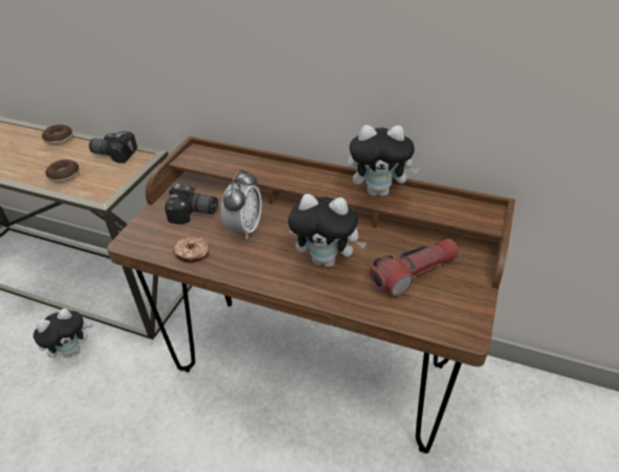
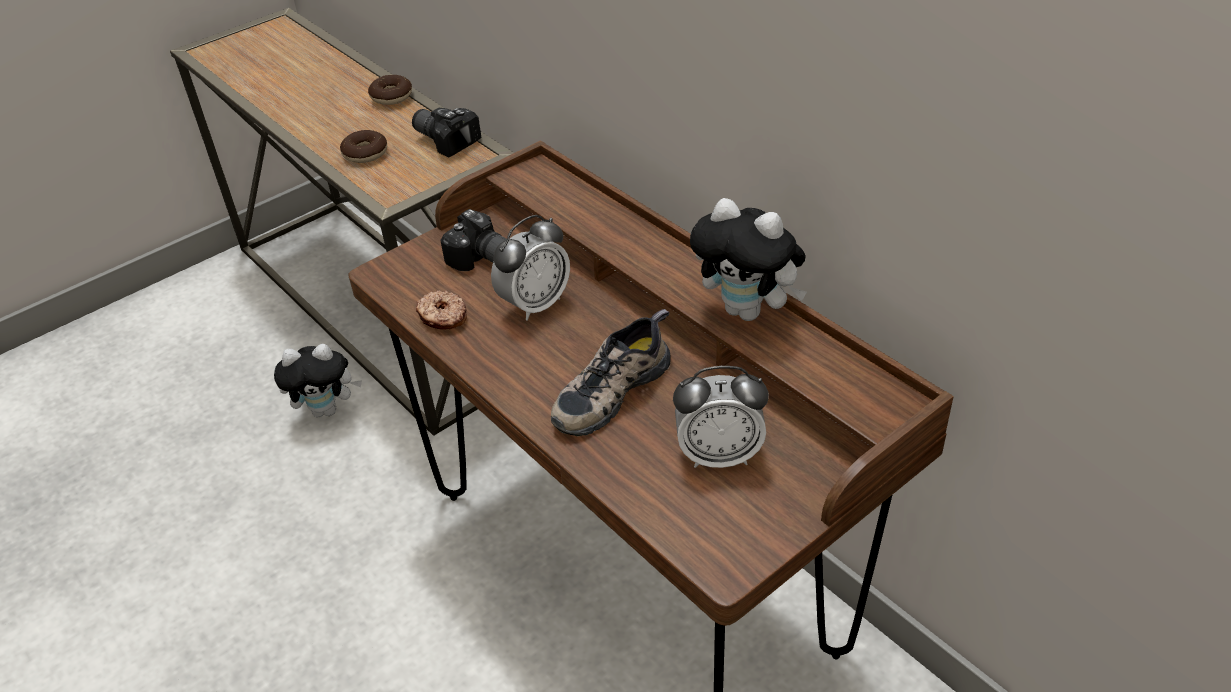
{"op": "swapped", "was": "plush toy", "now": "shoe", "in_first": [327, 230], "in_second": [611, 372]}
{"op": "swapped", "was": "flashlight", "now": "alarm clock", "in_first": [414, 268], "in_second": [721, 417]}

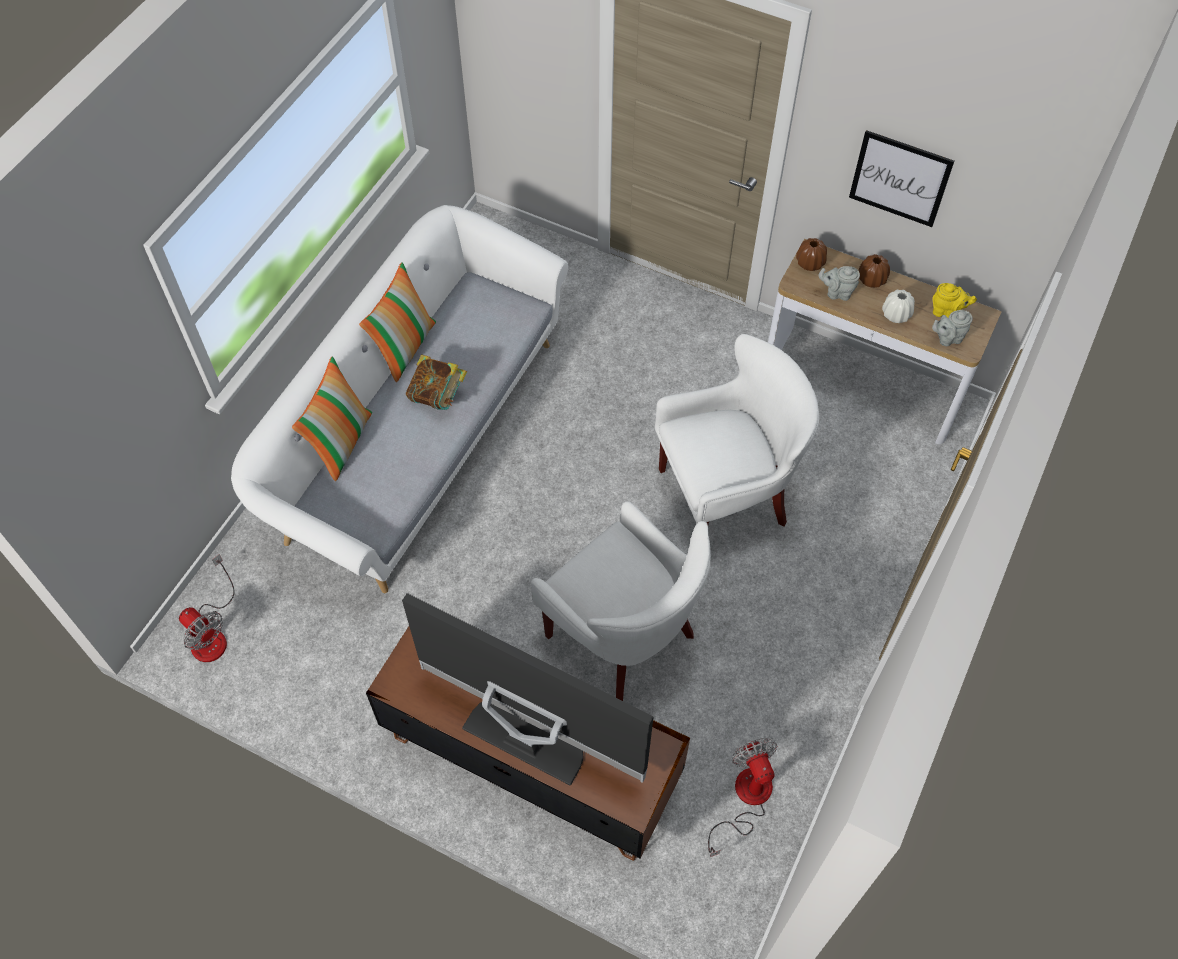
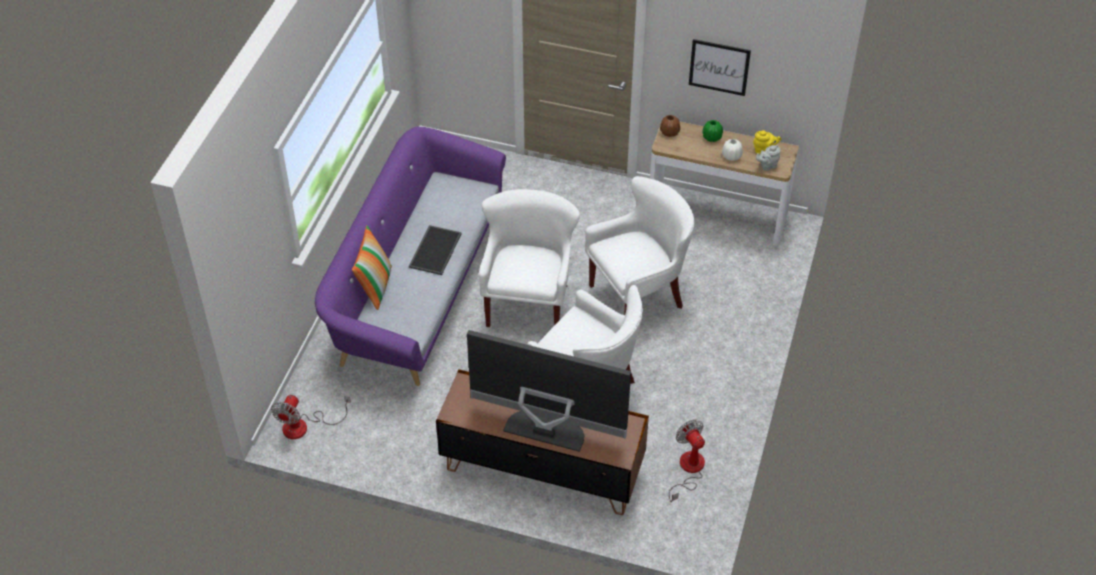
{"op": "repainted", "was": "white sofa", "now": "purple sofa", "in_first": [399, 399], "in_second": [410, 256]}
{"op": "repainted", "was": "brown vase", "now": "green vase", "in_first": [874, 271], "in_second": [712, 131]}
{"op": "gone", "was": "pillow", "in_first": [397, 322]}
{"op": "gone", "was": "grey teapot", "in_first": [839, 283]}
{"op": "swapped", "was": "book", "now": "tray", "in_first": [436, 382], "in_second": [435, 250]}
{"op": "rotated", "was": "fan", "in_first": [207, 608], "in_second": [311, 417], "clockwise": 75}
{"op": "new", "now": "white armchair", "in_second": [529, 258]}

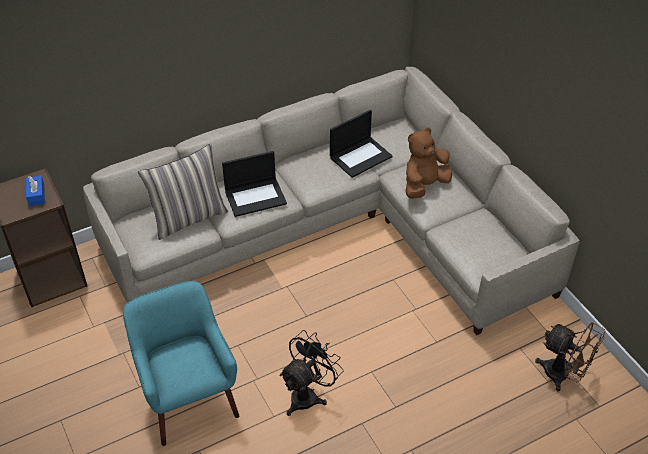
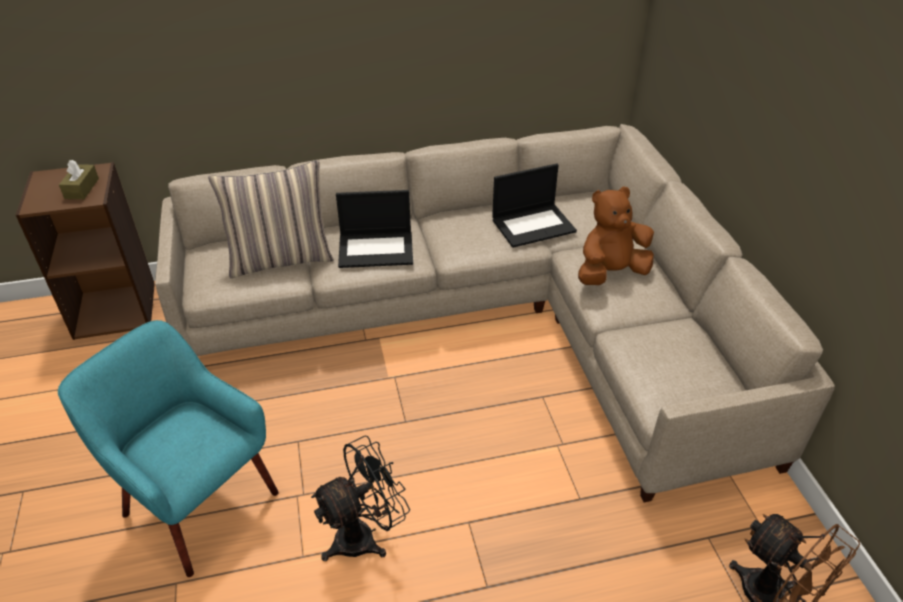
{"op": "repainted", "was": "blue tissue box", "now": "brown tissue box", "in_first": [35, 191], "in_second": [79, 179]}
{"op": "rotated", "was": "turquoise armchair", "in_first": [181, 363], "in_second": [168, 448], "clockwise": -45}

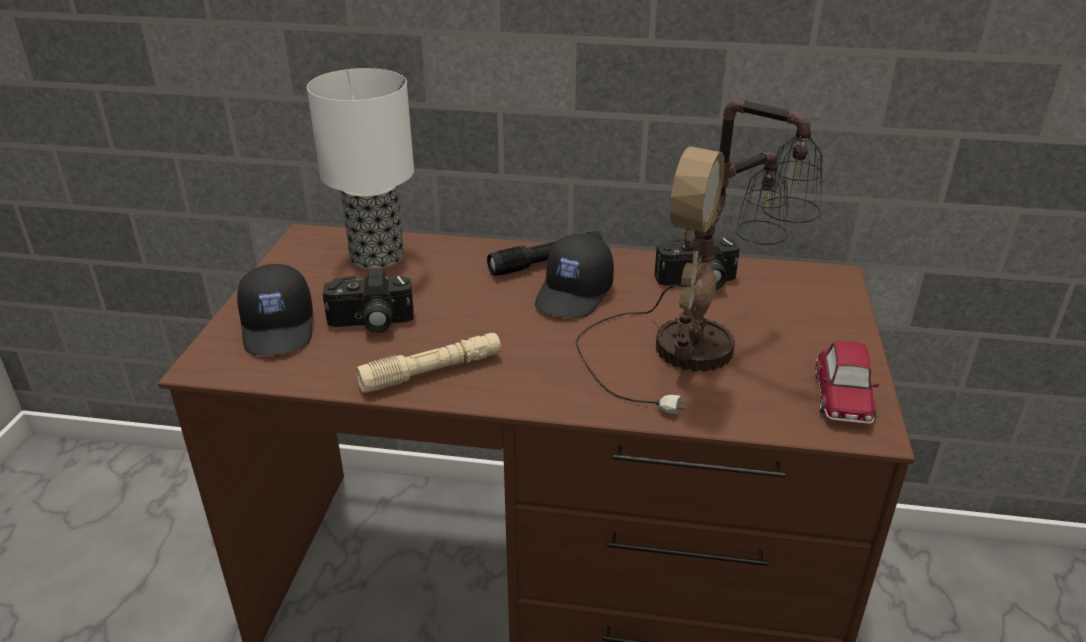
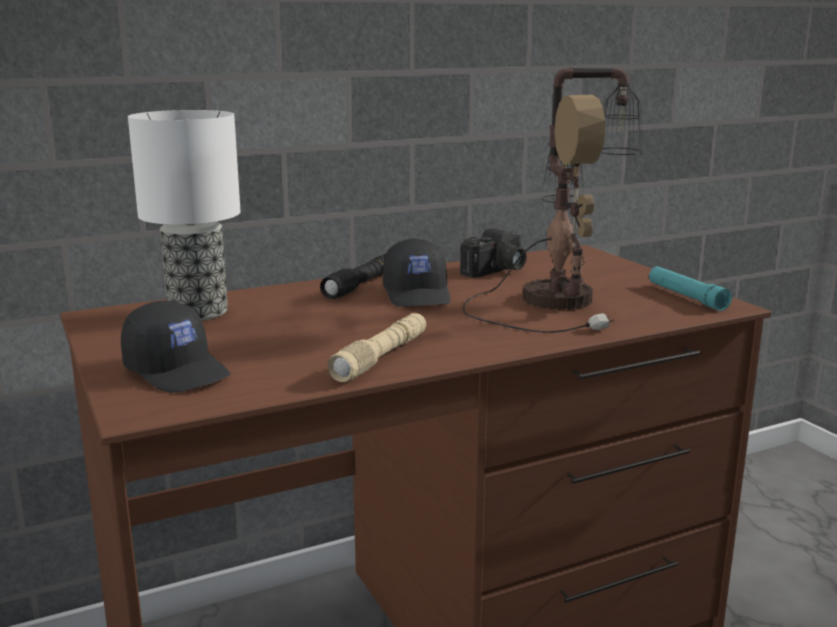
{"op": "gone", "was": "photo camera", "in_first": [368, 301]}
{"op": "swapped", "was": "toy car", "now": "turquoise flashlight", "in_first": [847, 382], "in_second": [690, 288]}

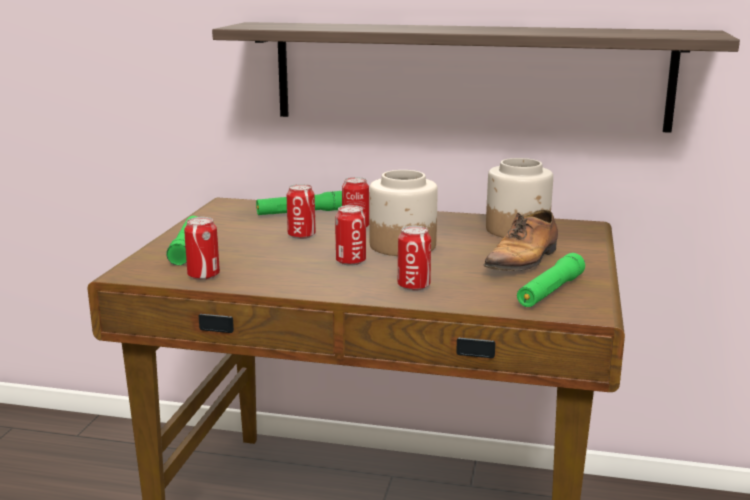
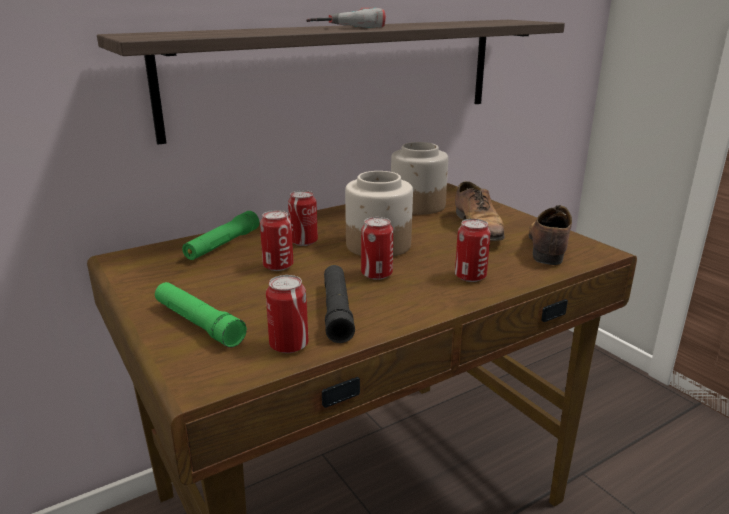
{"op": "swapped", "was": "green flashlight", "now": "shoe", "in_first": [551, 280], "in_second": [550, 235]}
{"op": "new", "now": "power drill", "in_second": [346, 18]}
{"op": "new", "now": "black flashlight", "in_second": [339, 304]}

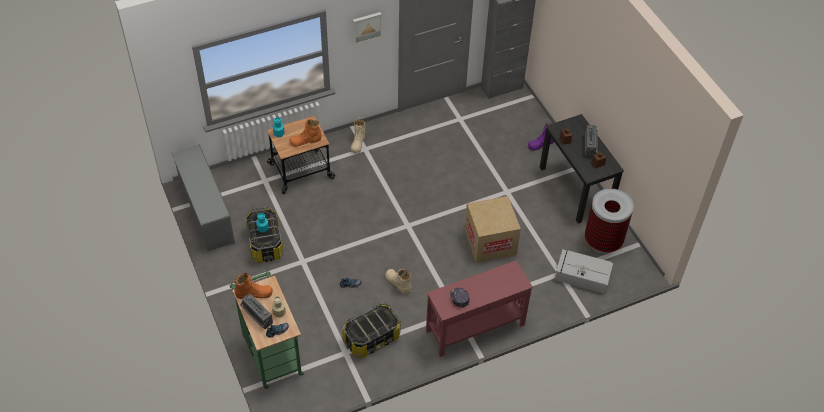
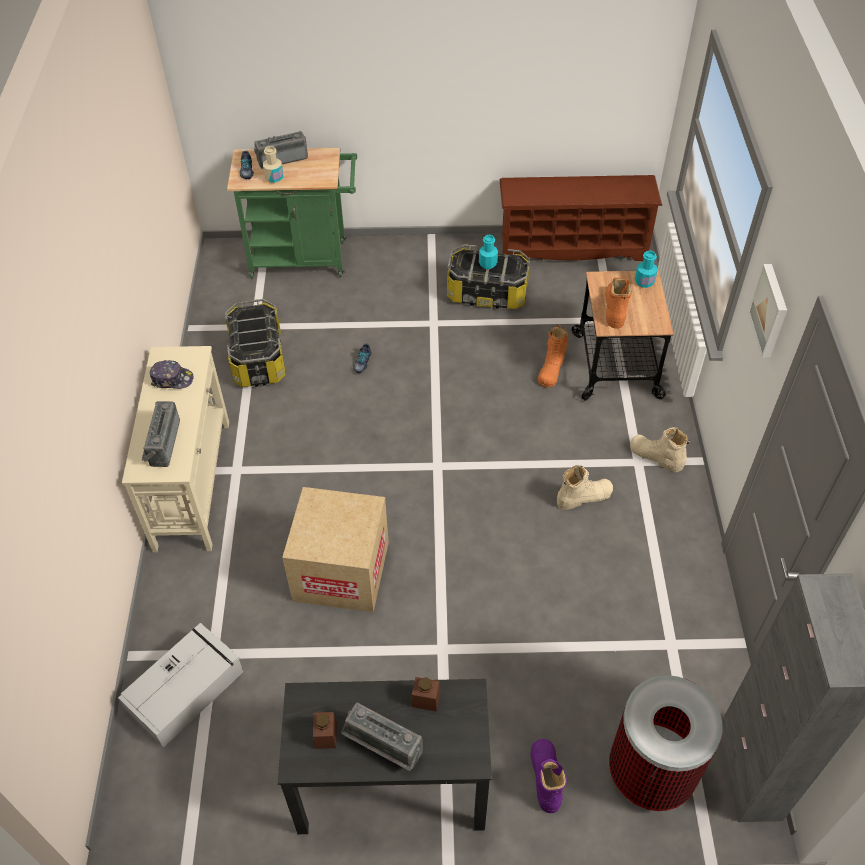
{"op": "repainted", "was": "grey shoe rack", "now": "brown shoe rack", "in_first": [203, 198], "in_second": [580, 218]}
{"op": "shifted", "was": "trash can", "in_first": [609, 221], "in_second": [666, 743]}
{"op": "repainted", "was": "red console table", "now": "beige console table", "in_first": [479, 309], "in_second": [175, 449]}
{"op": "shifted", "was": "beige boot", "in_first": [398, 282], "in_second": [585, 487]}
{"op": "shifted", "was": "orange boot", "in_first": [253, 286], "in_second": [553, 356]}
{"op": "new", "now": "radio", "in_second": [161, 434]}

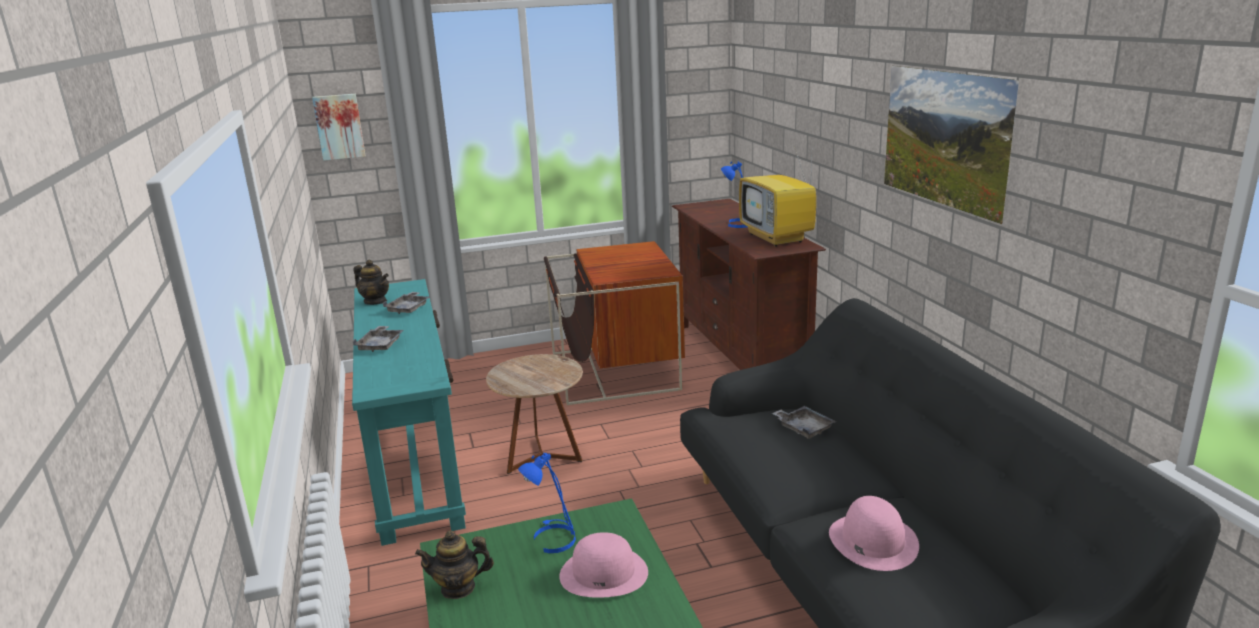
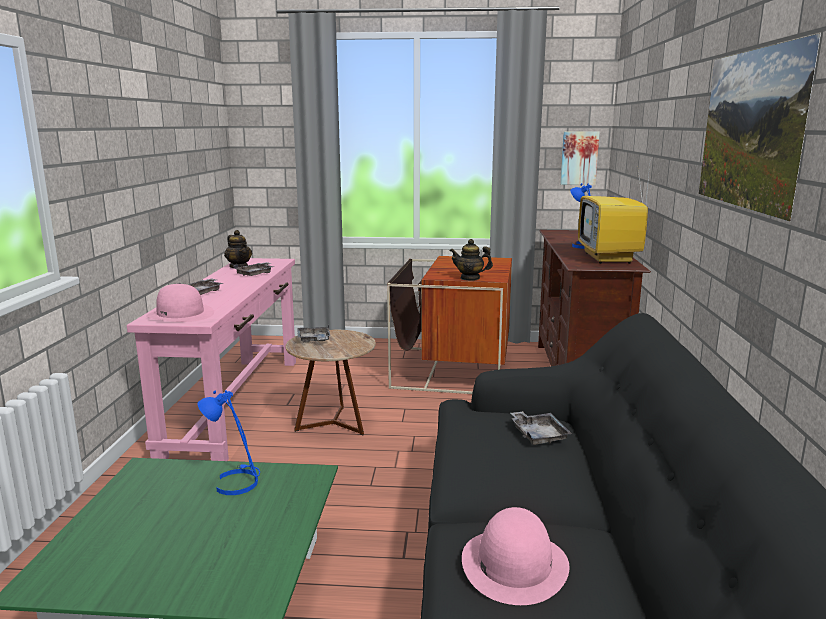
{"op": "shifted", "was": "picture", "in_first": [339, 127], "in_second": [580, 158]}
{"op": "repainted", "was": "turquoise console table", "now": "pink console table", "in_first": [409, 412], "in_second": [211, 359]}
{"op": "shifted", "was": "teapot", "in_first": [454, 564], "in_second": [471, 260]}
{"op": "shifted", "was": "pink hat", "in_first": [603, 565], "in_second": [180, 303]}
{"op": "new", "now": "grey tray", "in_second": [314, 333]}

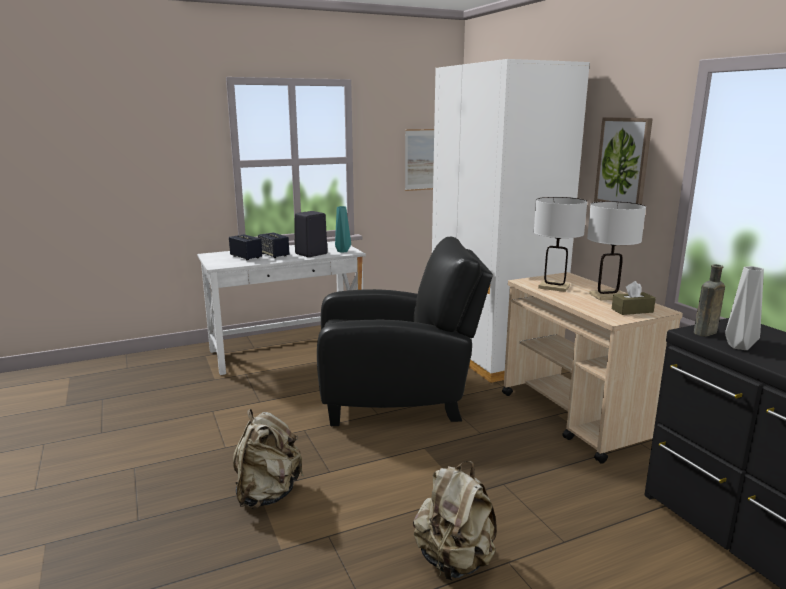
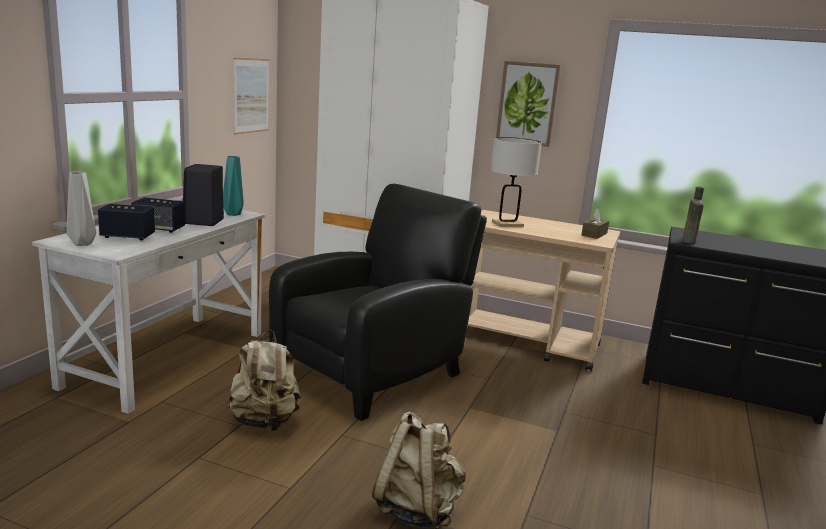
{"op": "gone", "was": "white table lamp", "in_first": [616, 250]}
{"op": "shifted", "was": "grey vase", "in_first": [744, 308], "in_second": [81, 208]}
{"op": "shifted", "was": "beige backpack", "in_first": [455, 521], "in_second": [263, 380]}

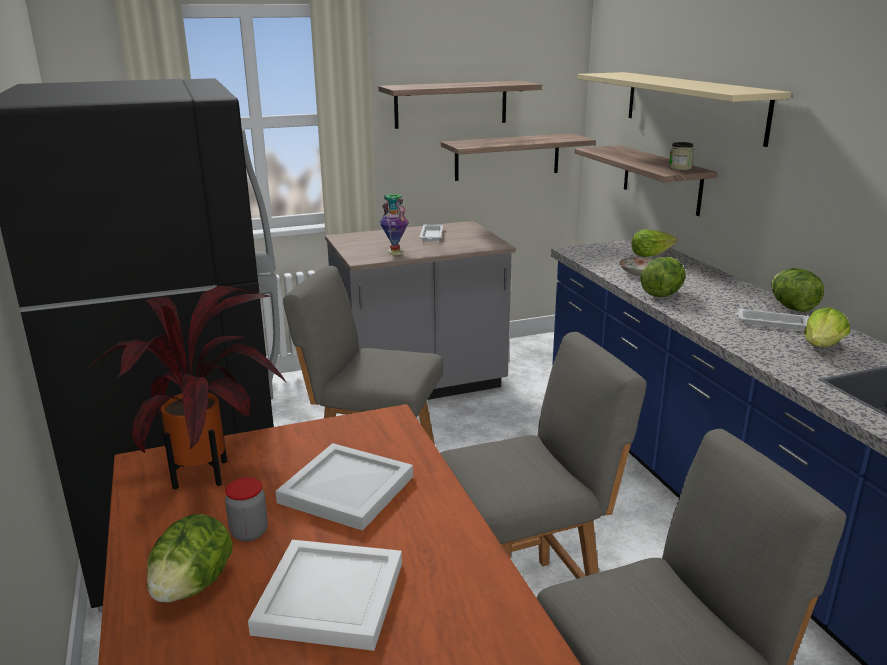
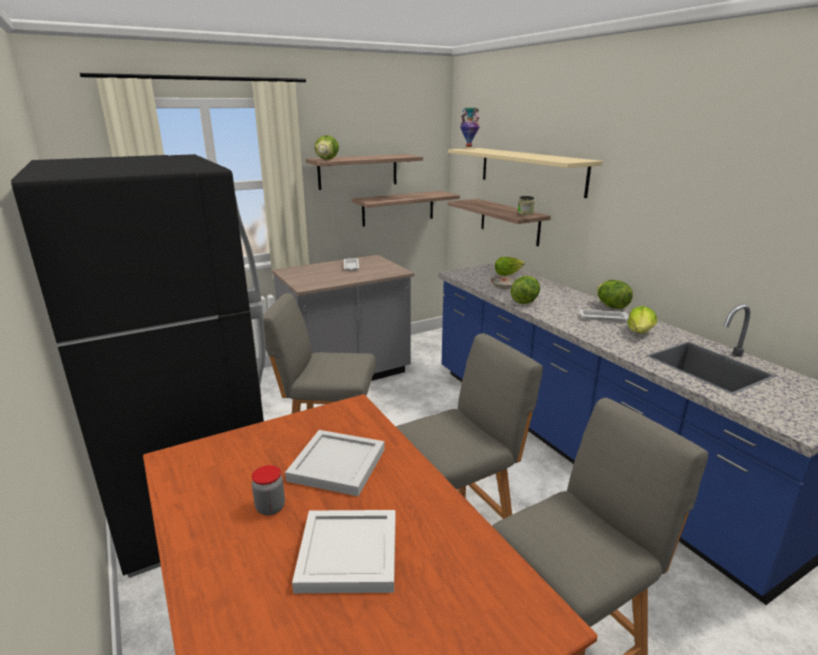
{"op": "shifted", "was": "vase", "in_first": [394, 224], "in_second": [470, 128]}
{"op": "gone", "was": "potted plant", "in_first": [185, 388]}
{"op": "shifted", "was": "lettuce", "in_first": [190, 558], "in_second": [327, 147]}

